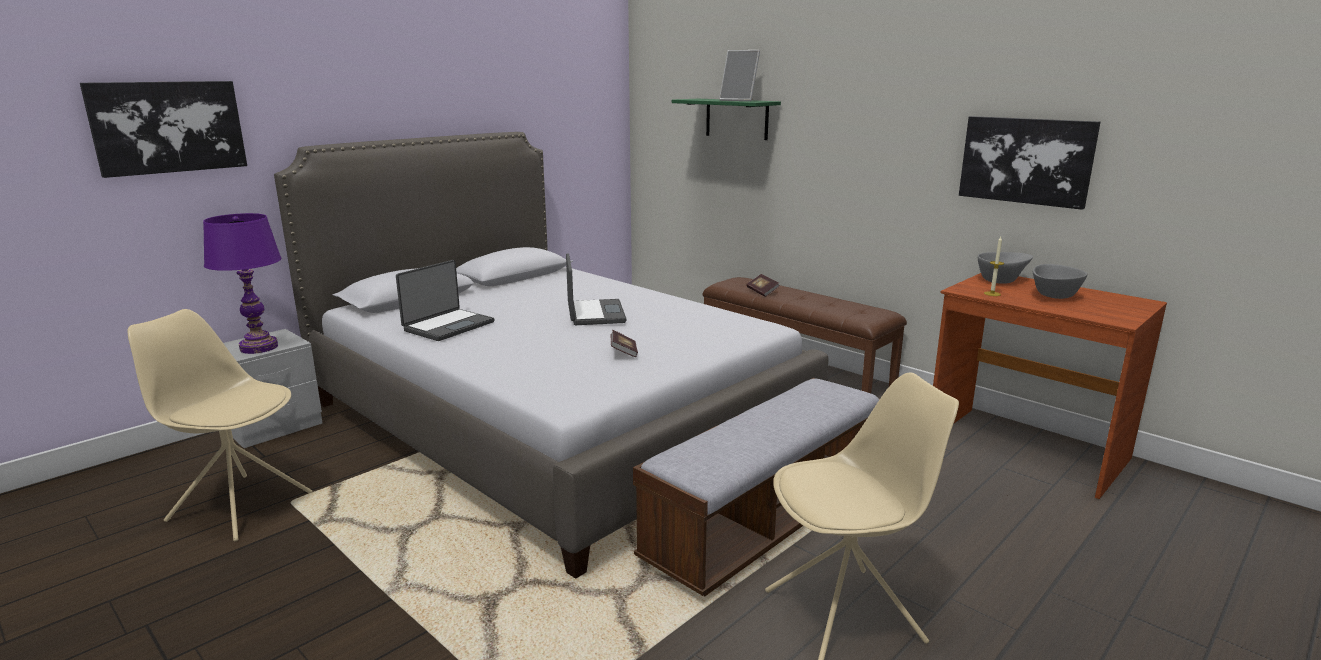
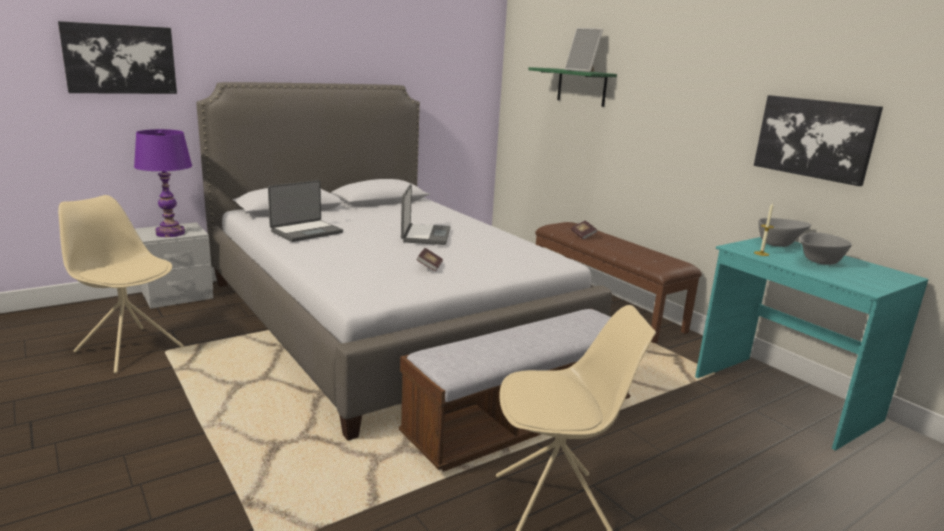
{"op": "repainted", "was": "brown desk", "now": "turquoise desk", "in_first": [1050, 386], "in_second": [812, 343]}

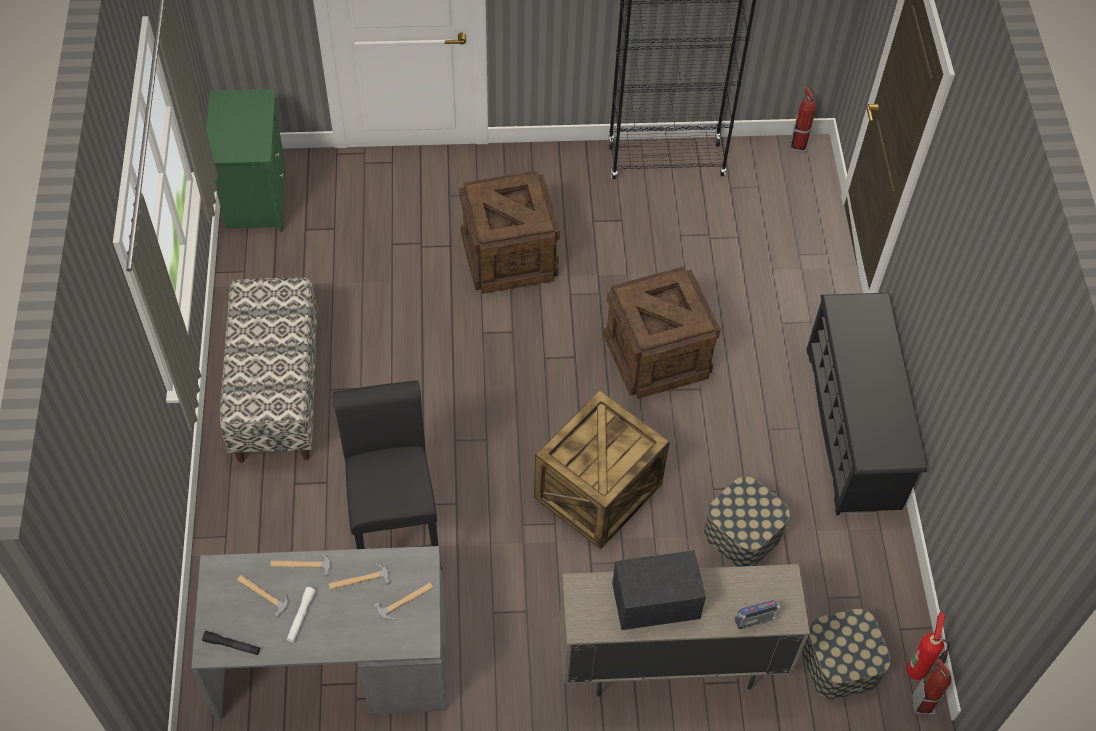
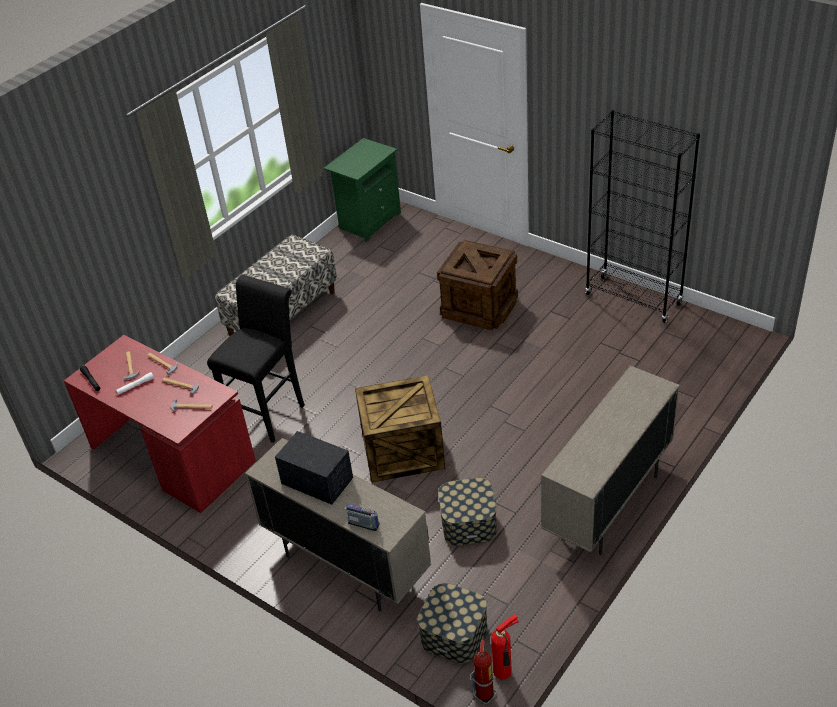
{"op": "gone", "was": "fire extinguisher", "in_first": [802, 120]}
{"op": "gone", "was": "crate", "in_first": [662, 333]}
{"op": "swapped", "was": "black shoe rack", "now": "beige cabinet", "in_first": [867, 404], "in_second": [610, 460]}
{"op": "repainted", "was": "grey desk", "now": "red desk", "in_first": [318, 633], "in_second": [160, 424]}

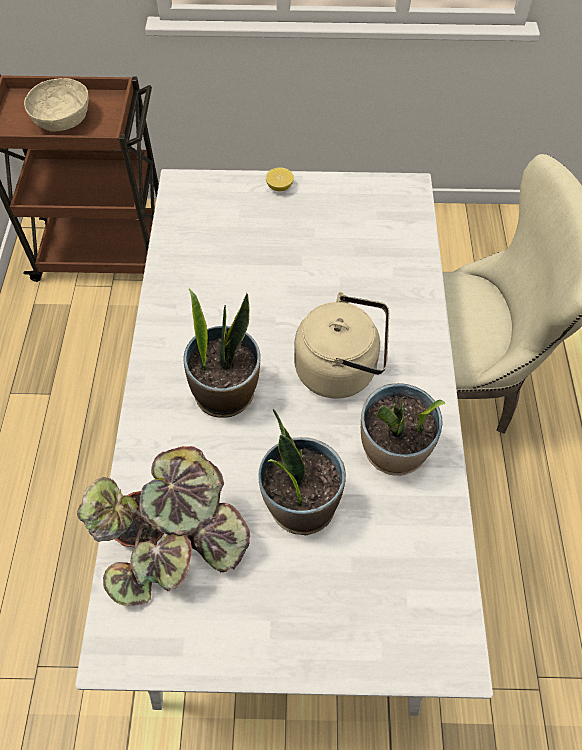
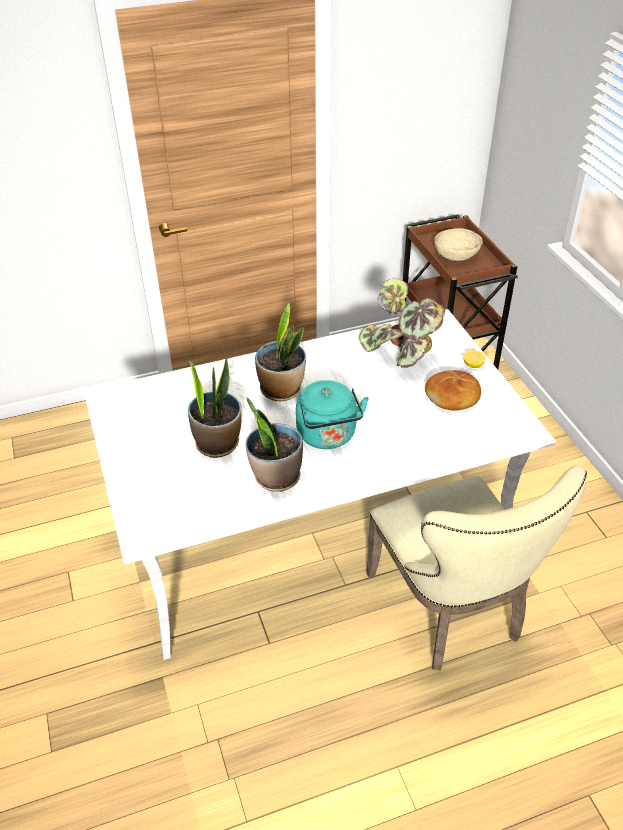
{"op": "repainted", "was": "beige kettle", "now": "turquoise kettle", "in_first": [341, 345], "in_second": [332, 414]}
{"op": "shifted", "was": "potted plant", "in_first": [163, 526], "in_second": [402, 323]}
{"op": "new", "now": "bread", "in_second": [453, 390]}

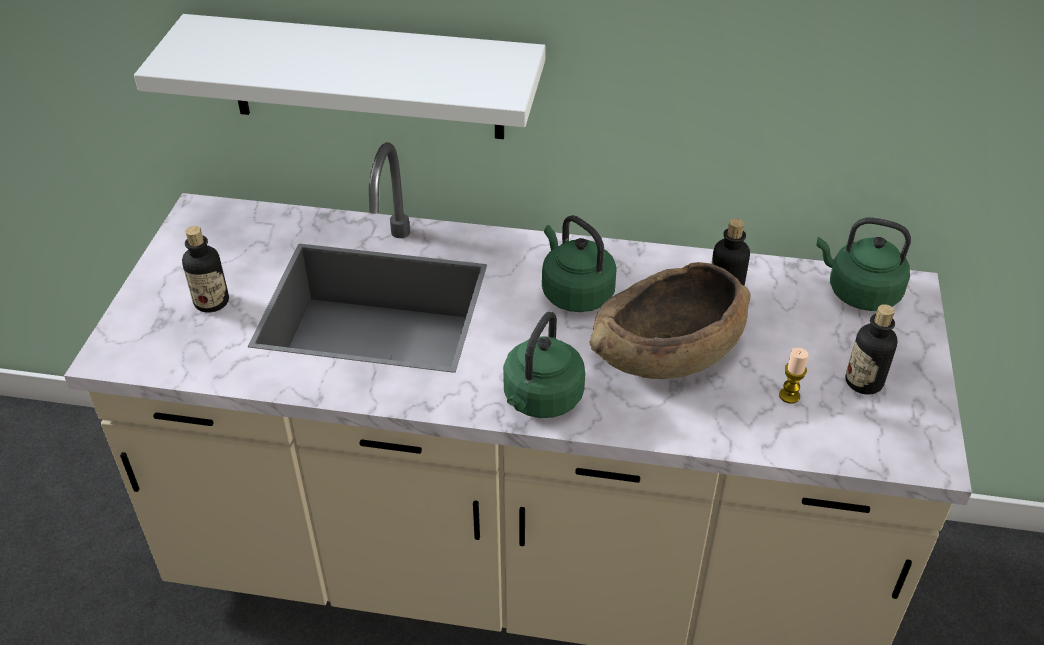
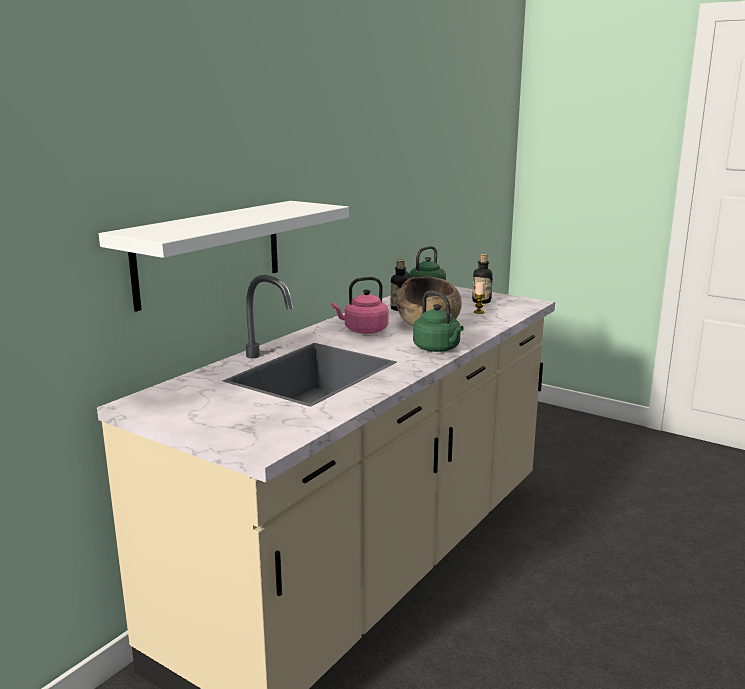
{"op": "repainted", "was": "green kettle", "now": "pink kettle", "in_first": [579, 263], "in_second": [360, 305]}
{"op": "gone", "was": "bottle", "in_first": [205, 269]}

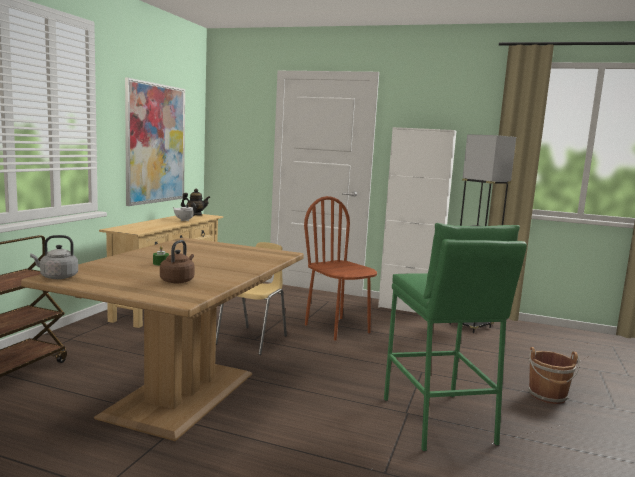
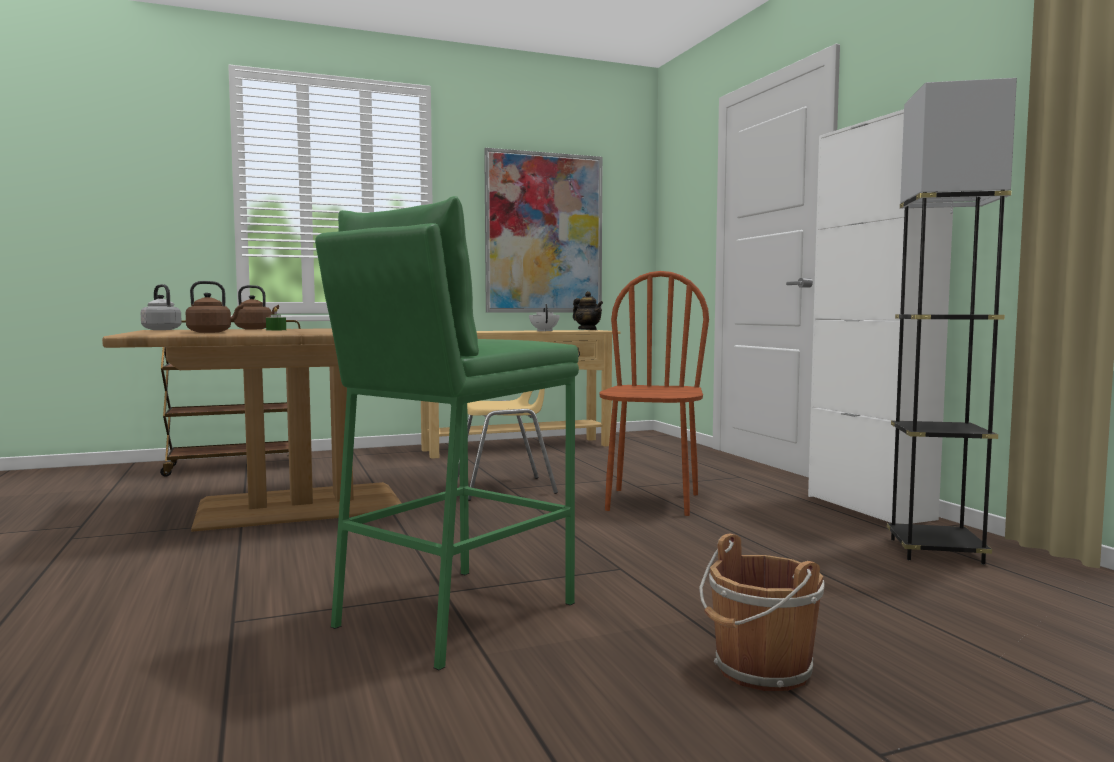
{"op": "new", "now": "brown kettle", "in_second": [256, 307]}

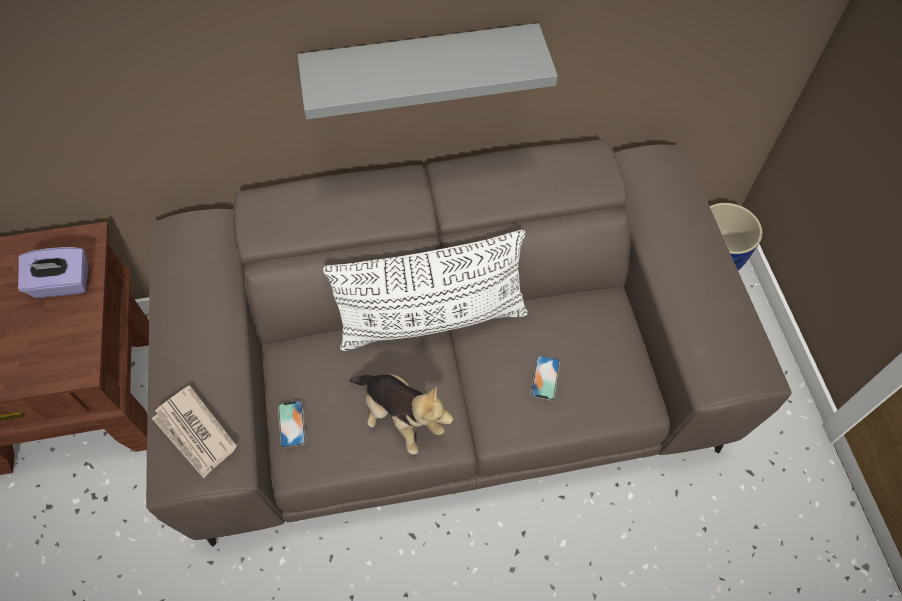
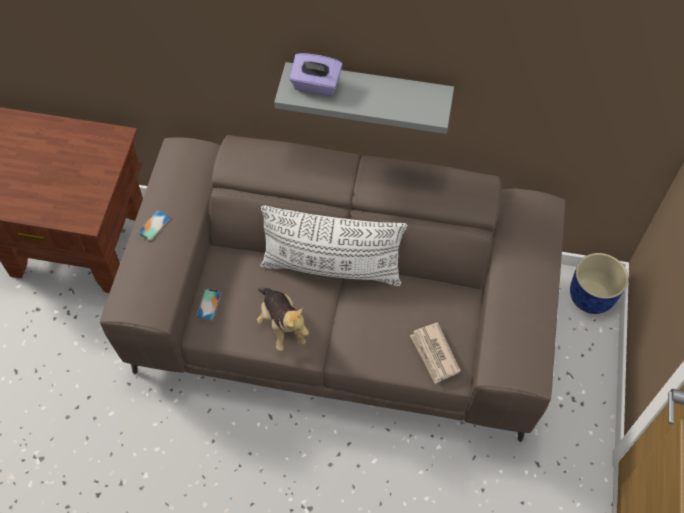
{"op": "shifted", "was": "purple tissue box", "in_first": [53, 272], "in_second": [315, 74]}
{"op": "shifted", "was": "phone", "in_first": [545, 377], "in_second": [154, 225]}
{"op": "shifted", "was": "newspaper", "in_first": [194, 431], "in_second": [435, 353]}

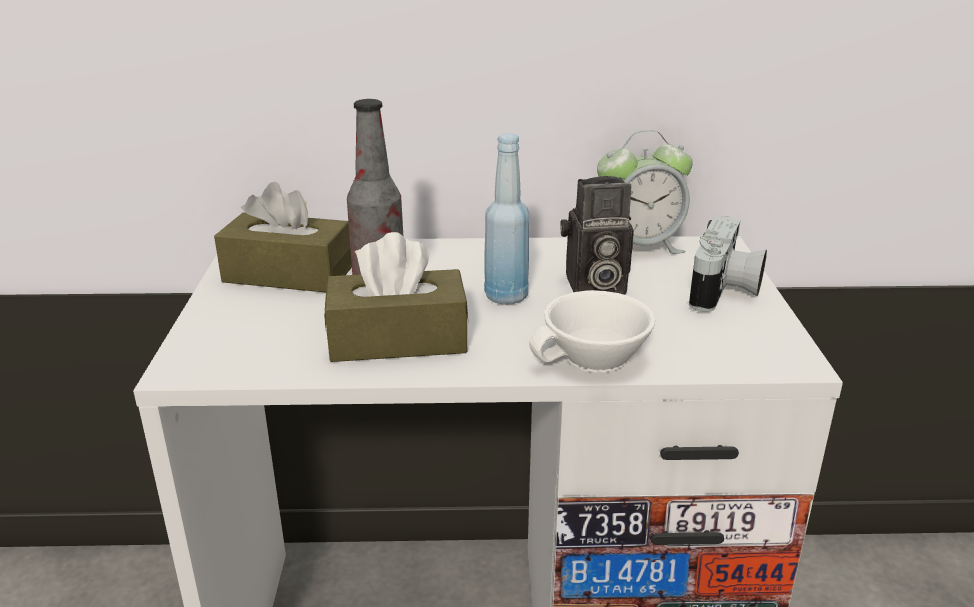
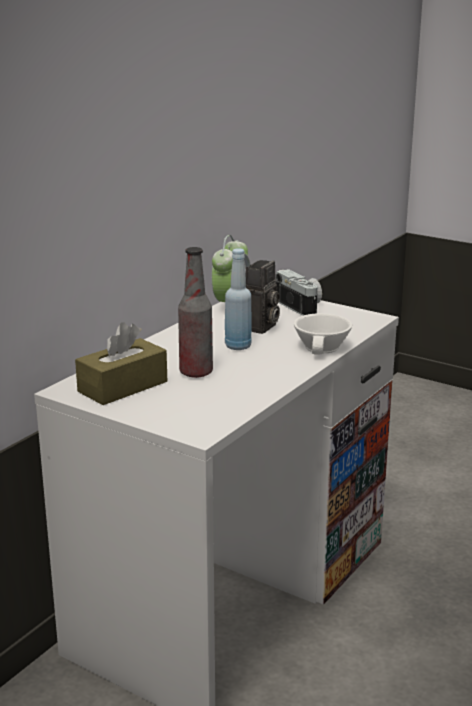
{"op": "gone", "was": "brown tissue box", "in_first": [396, 297]}

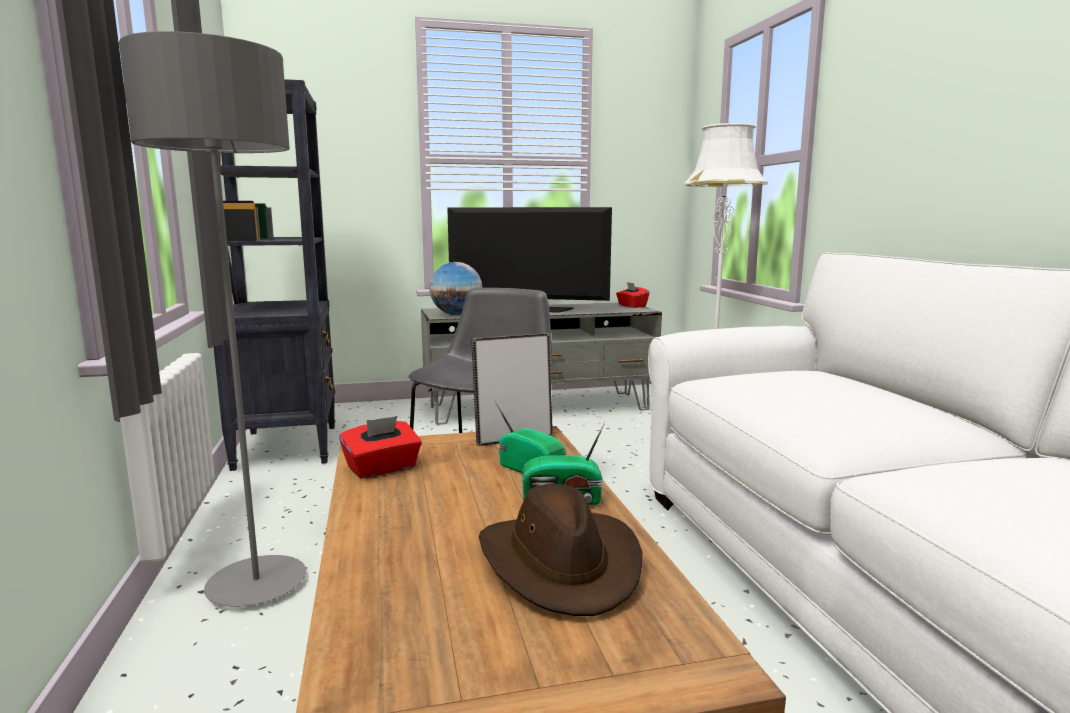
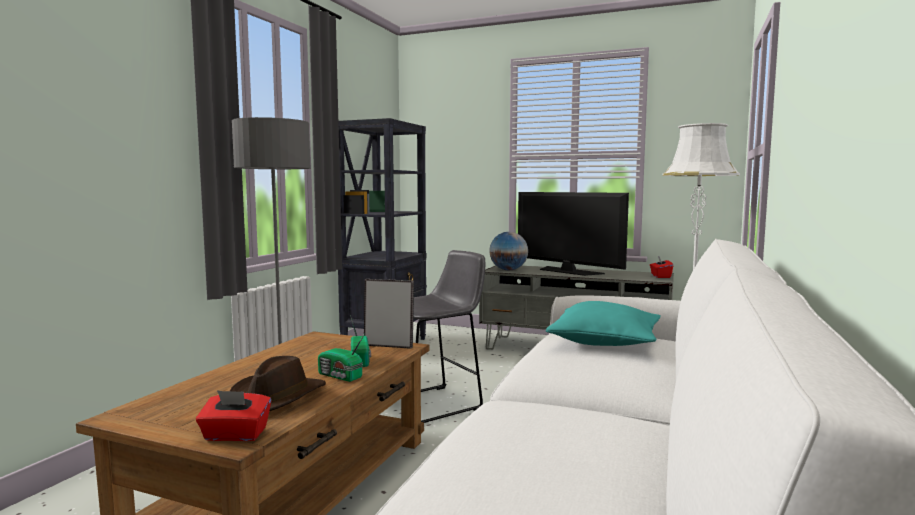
{"op": "shifted", "was": "red tissue box", "in_first": [380, 447], "in_second": [233, 415]}
{"op": "new", "now": "turquoise pillow", "in_second": [603, 323]}

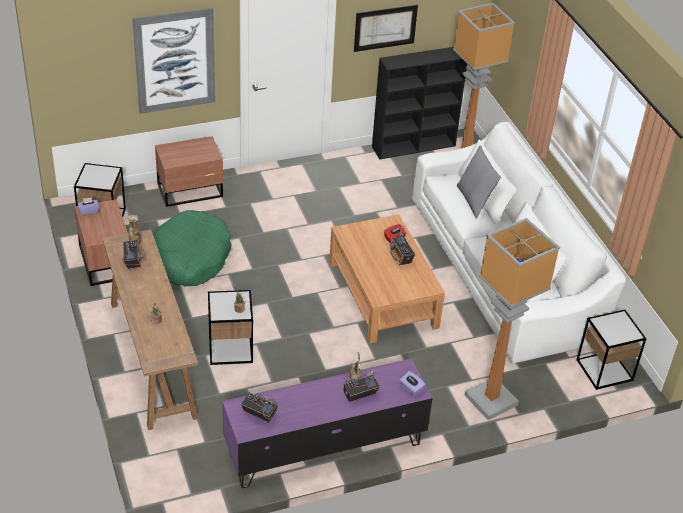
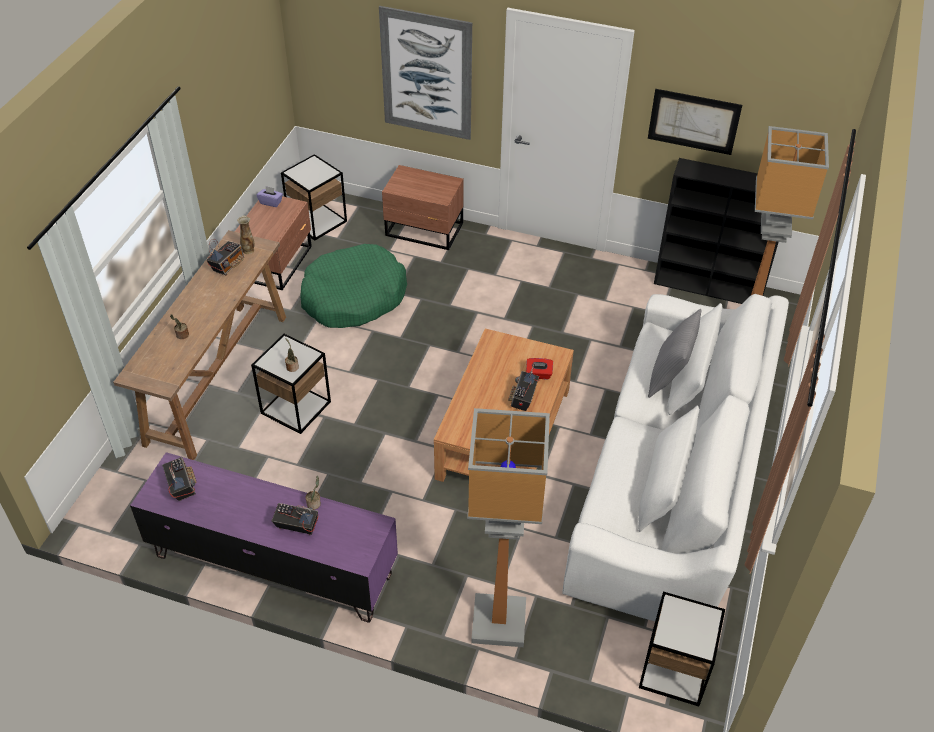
{"op": "gone", "was": "purple tissue box", "in_first": [412, 383]}

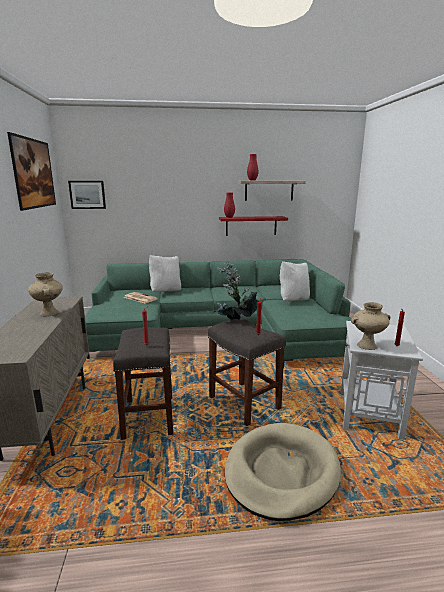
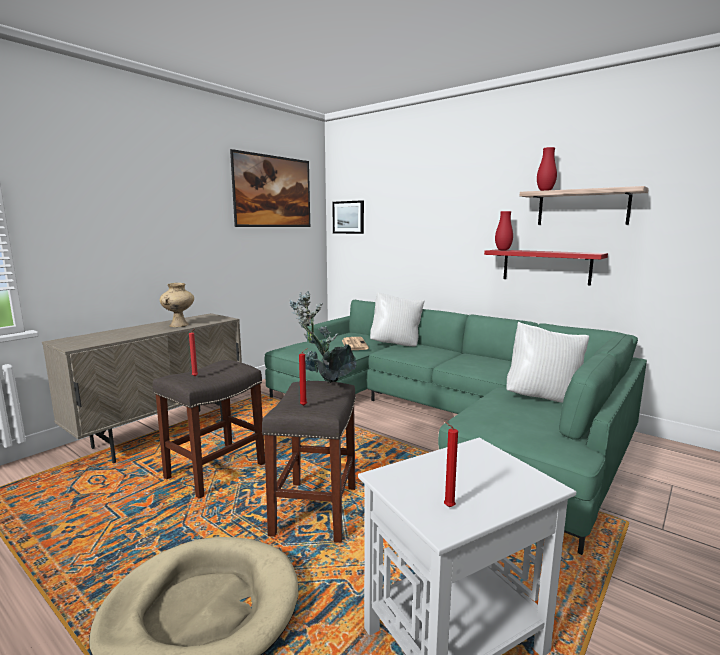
{"op": "gone", "was": "beige vase", "in_first": [370, 326]}

